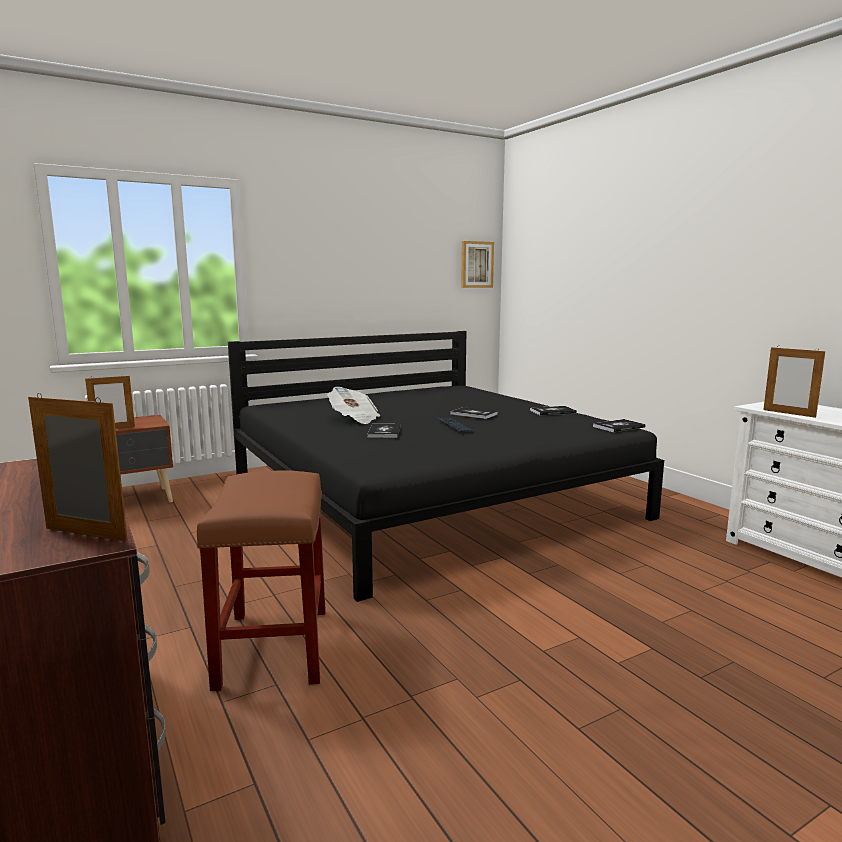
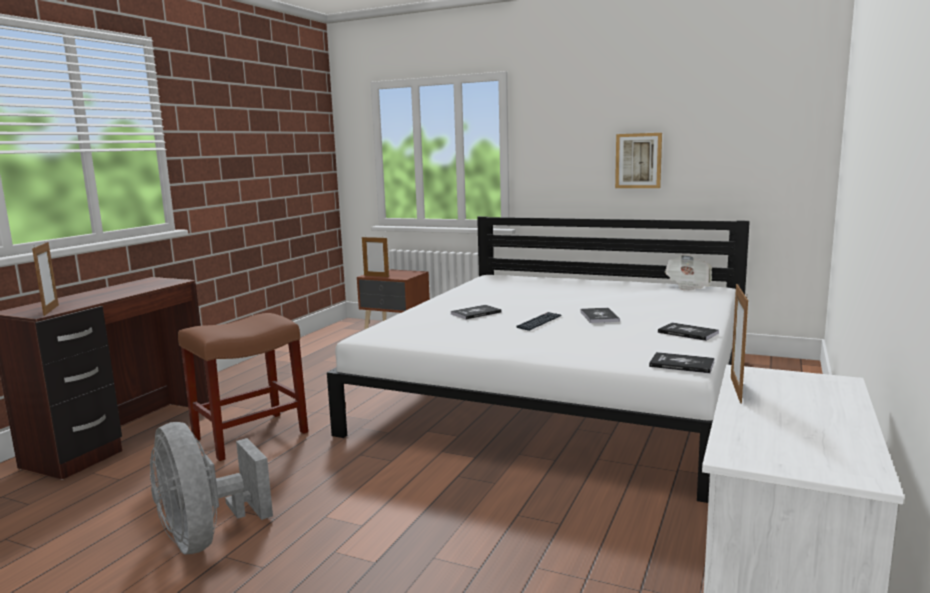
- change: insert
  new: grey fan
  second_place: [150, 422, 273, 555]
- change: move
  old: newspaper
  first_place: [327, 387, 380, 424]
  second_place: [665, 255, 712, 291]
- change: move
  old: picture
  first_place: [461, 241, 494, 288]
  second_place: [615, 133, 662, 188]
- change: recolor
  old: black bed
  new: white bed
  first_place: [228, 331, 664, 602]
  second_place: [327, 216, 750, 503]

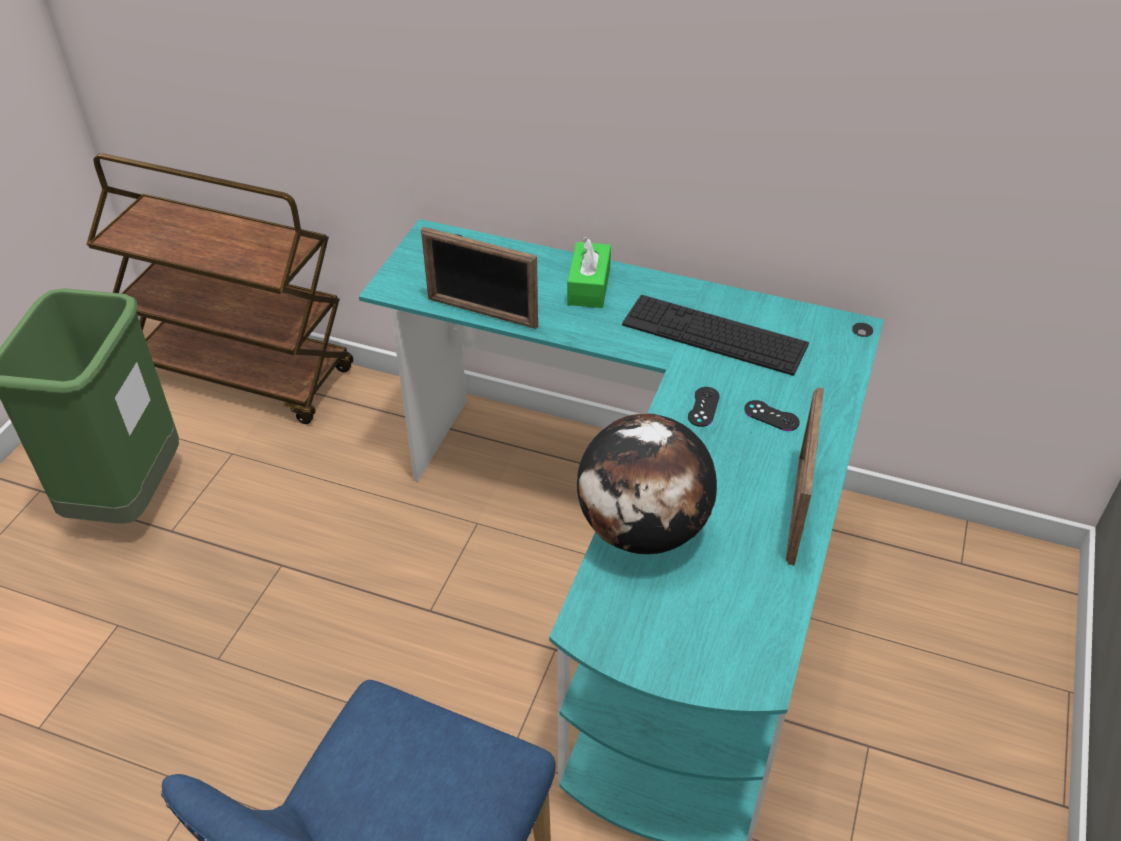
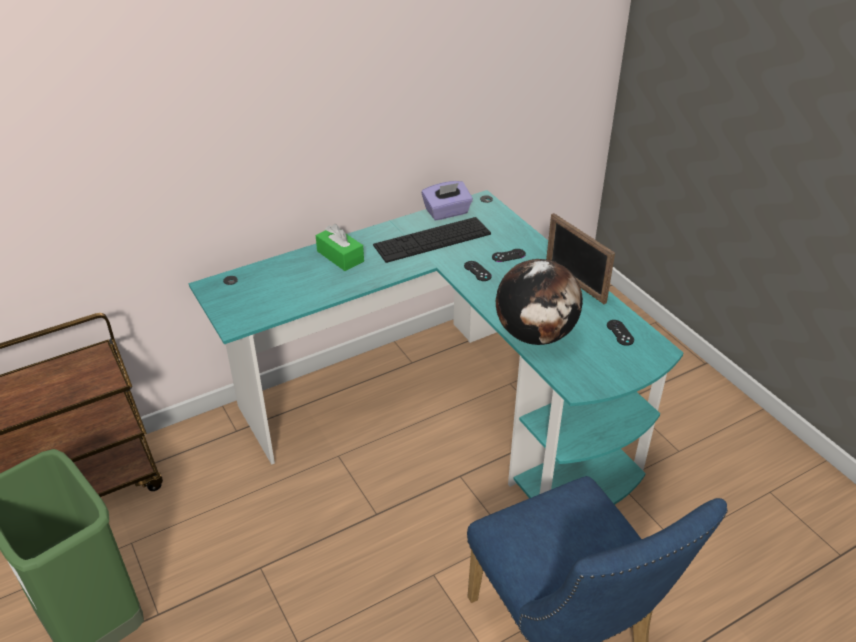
- change: delete
  old: picture frame
  first_place: [421, 227, 538, 329]
- change: insert
  new: purple tissue box
  second_place: [422, 181, 473, 220]
- change: insert
  new: black game controller
  second_place: [607, 320, 634, 346]

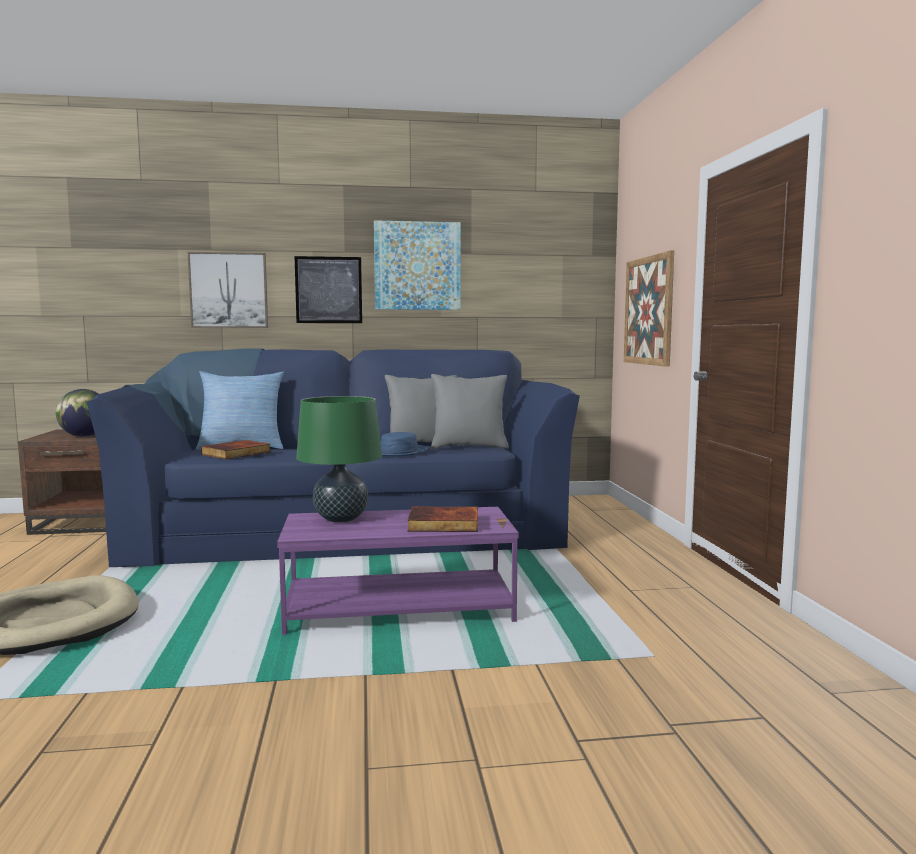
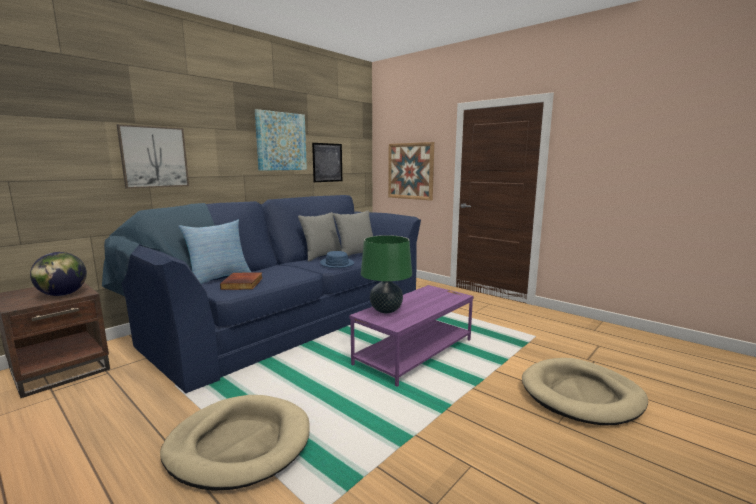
- change: delete
  old: book
  first_place: [407, 506, 478, 532]
- change: insert
  new: beige dog bed
  second_place: [522, 358, 648, 426]
- change: move
  old: picture
  first_place: [295, 256, 362, 323]
  second_place: [312, 143, 342, 182]

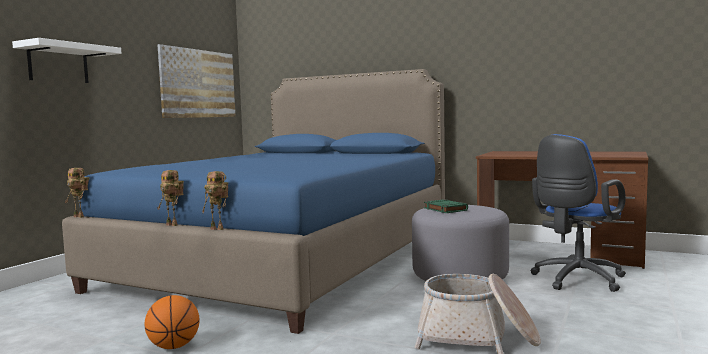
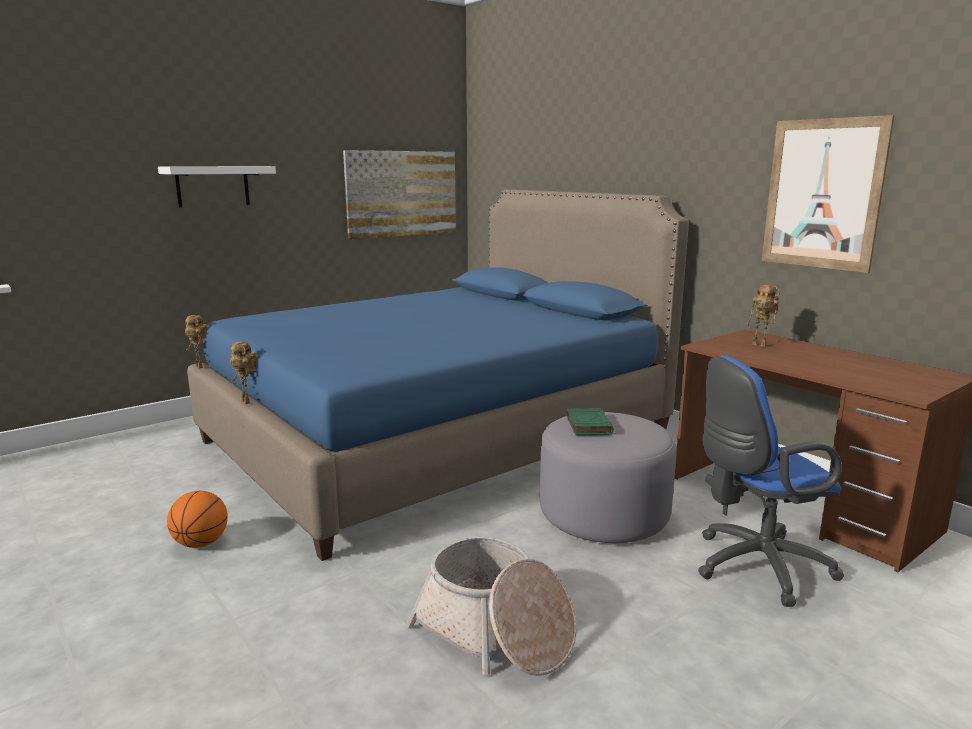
- change: insert
  new: picture
  second_place: [762, 115, 895, 273]
- change: move
  old: toy robot
  first_place: [202, 171, 228, 230]
  second_place: [747, 285, 780, 347]

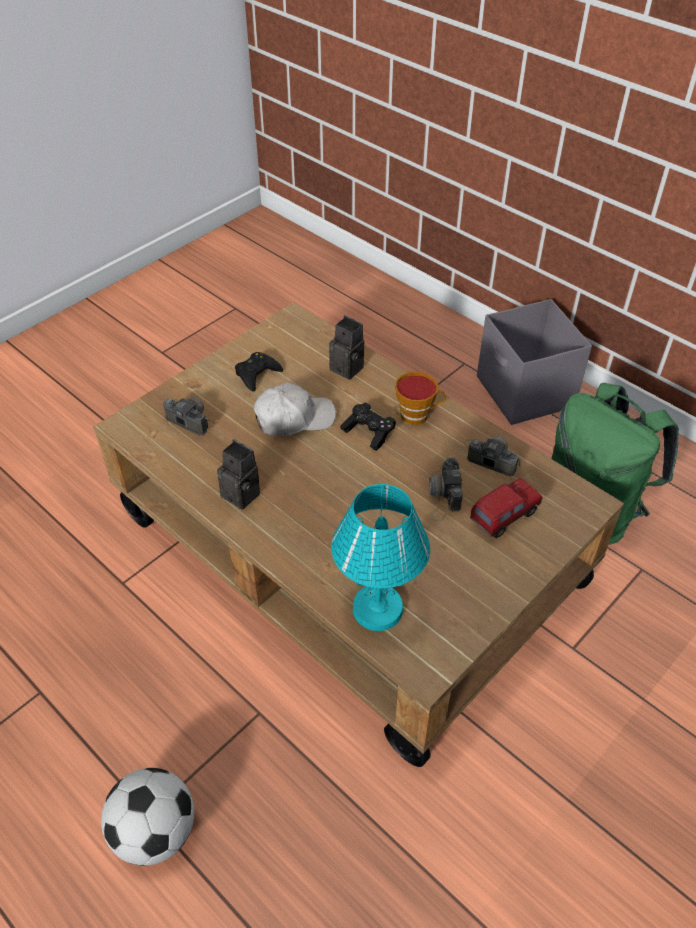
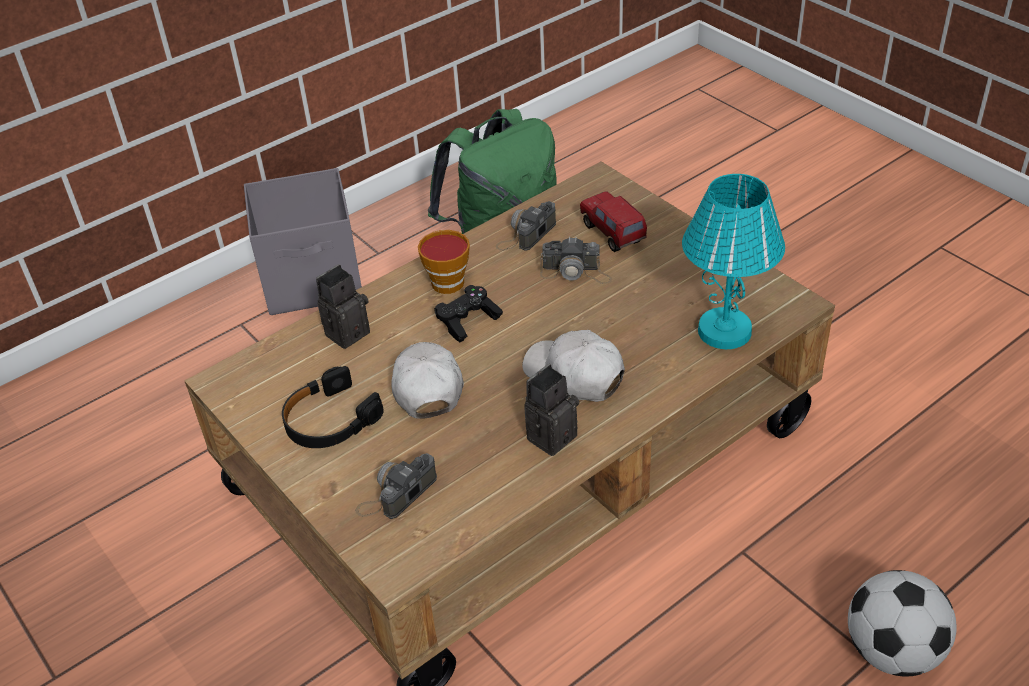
- change: insert
  new: white cap
  second_place: [522, 330, 625, 402]
- change: replace
  old: black game controller
  new: black headphones
  first_place: [235, 352, 283, 392]
  second_place: [282, 366, 384, 448]

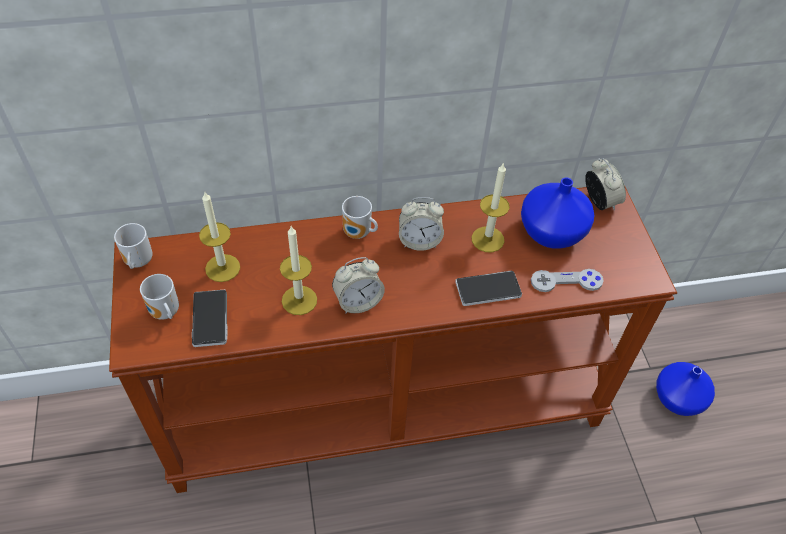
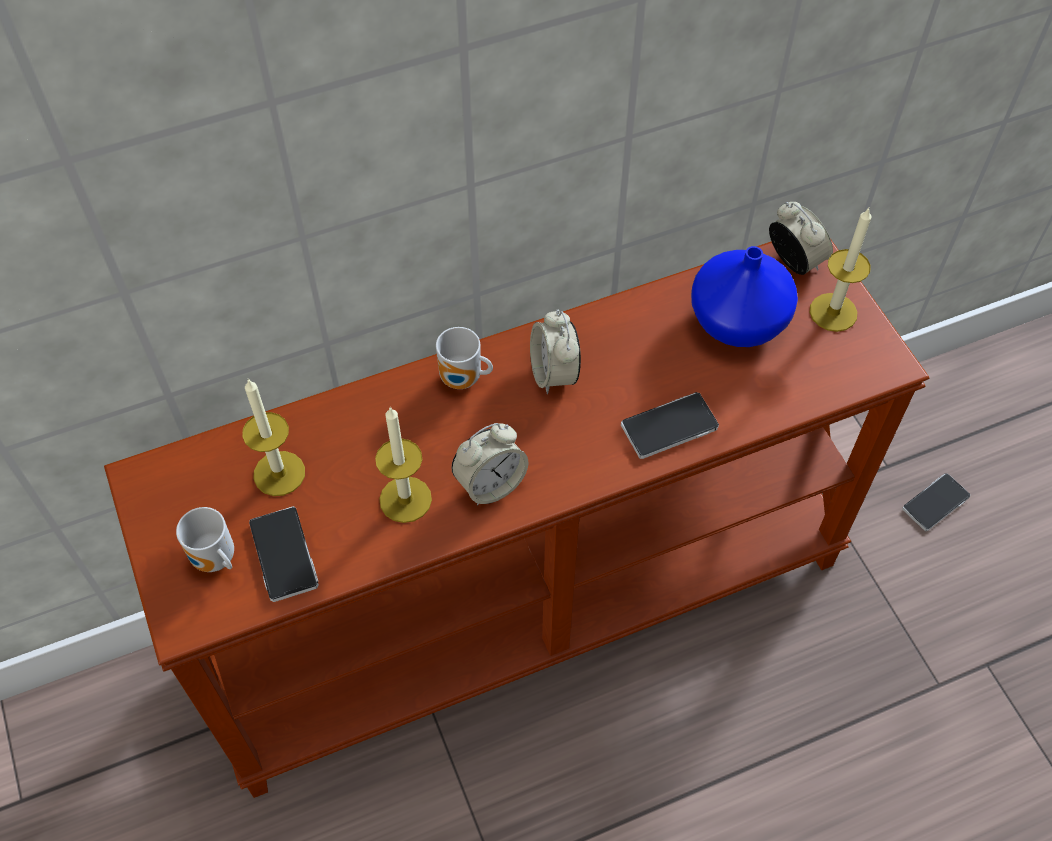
- change: delete
  old: mug
  first_place: [114, 223, 153, 269]
- change: delete
  old: grey game controller
  first_place: [531, 269, 604, 292]
- change: move
  old: candle
  first_place: [471, 162, 510, 252]
  second_place: [810, 208, 871, 332]
- change: replace
  old: blue vase
  new: phone
  first_place: [656, 362, 715, 416]
  second_place: [902, 473, 970, 531]
- change: rotate
  old: alarm clock
  first_place: [399, 197, 444, 251]
  second_place: [530, 310, 581, 394]
  degrees: 90

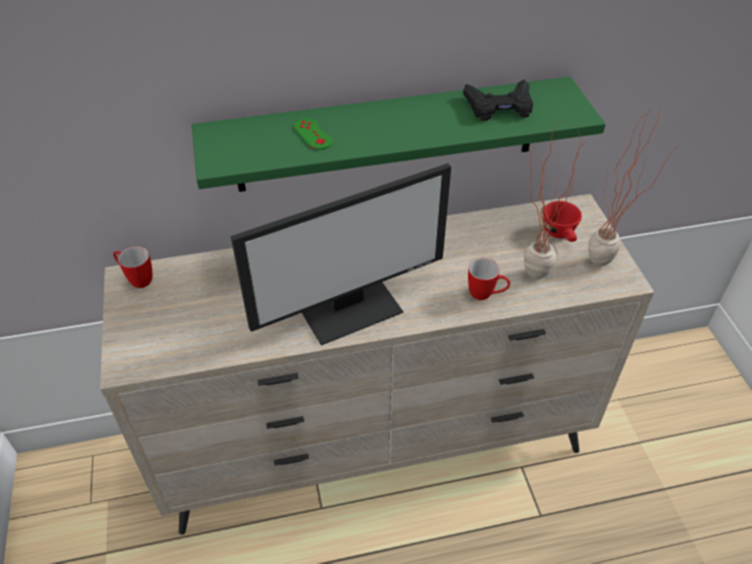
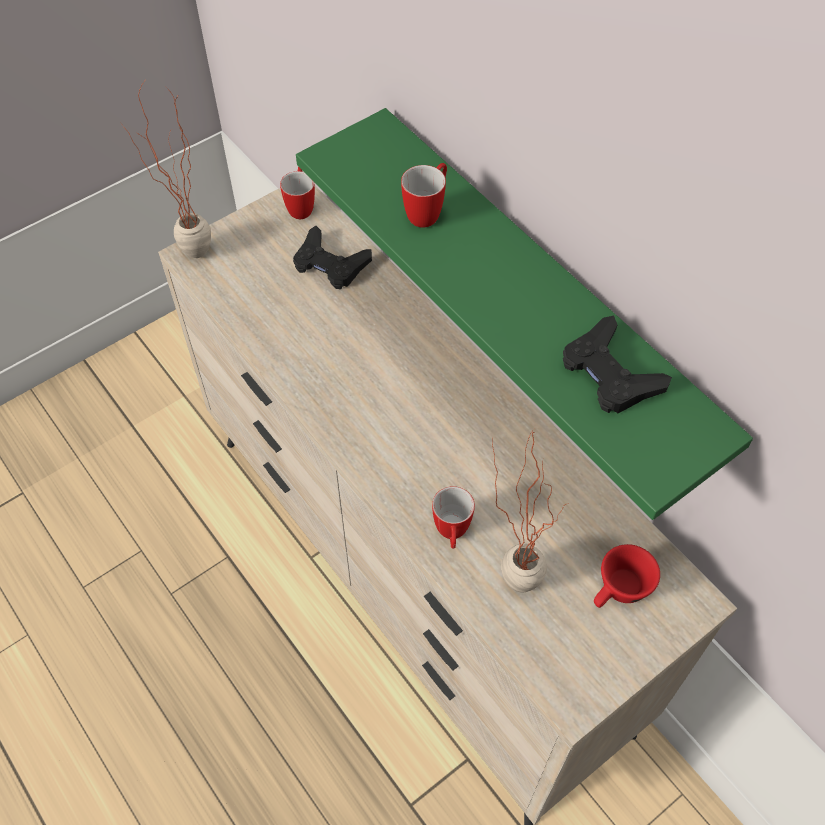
- change: delete
  old: monitor
  first_place: [231, 163, 451, 345]
- change: insert
  new: black game controller
  second_place: [293, 226, 372, 289]
- change: move
  old: potted plant
  first_place: [588, 106, 675, 266]
  second_place: [121, 82, 211, 258]
- change: replace
  old: green game controller
  new: mug
  first_place: [294, 118, 332, 150]
  second_place: [401, 163, 447, 228]

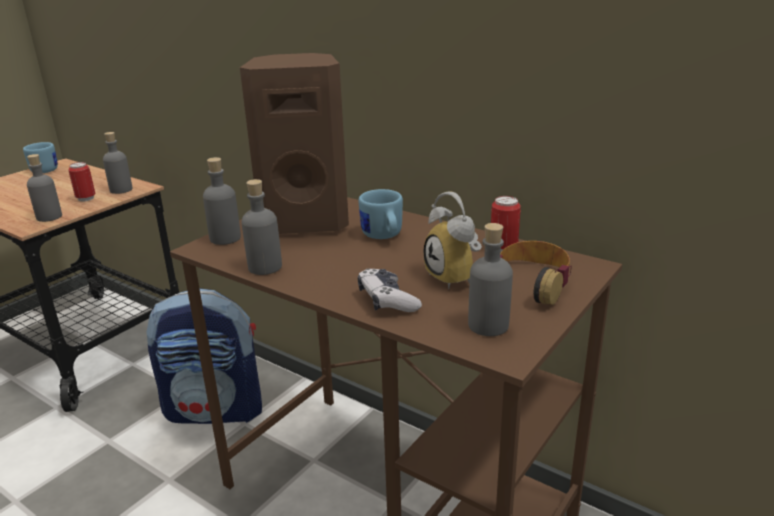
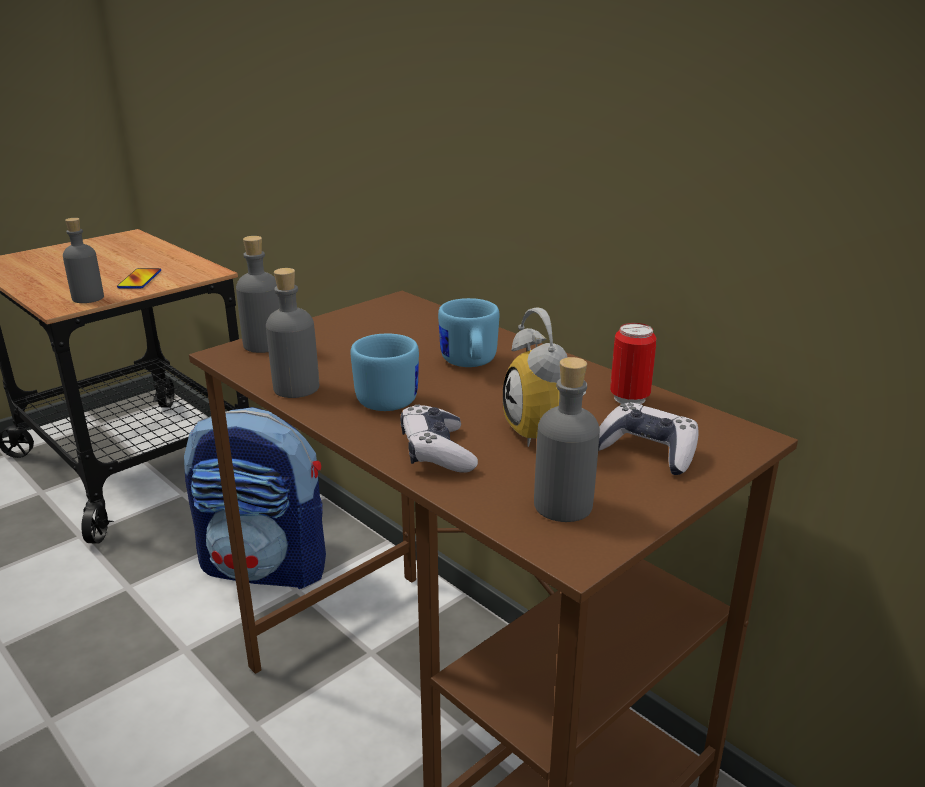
- change: delete
  old: grey bottle
  first_place: [103, 132, 132, 194]
- change: delete
  old: brown speaker
  first_place: [240, 53, 349, 234]
- change: move
  old: blue mug
  first_place: [23, 142, 58, 173]
  second_place: [351, 333, 419, 411]
- change: replace
  old: can
  new: phone
  first_place: [68, 162, 95, 202]
  second_place: [117, 268, 161, 288]
- change: replace
  old: headphones
  new: game controller
  first_place: [500, 241, 572, 305]
  second_place: [598, 402, 699, 475]

